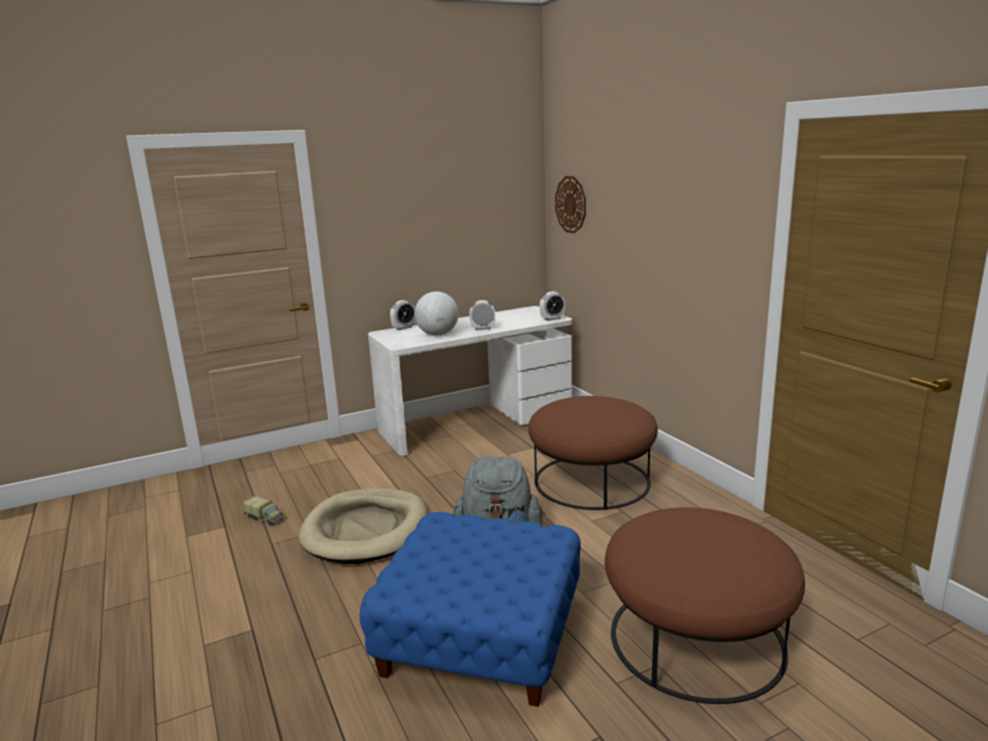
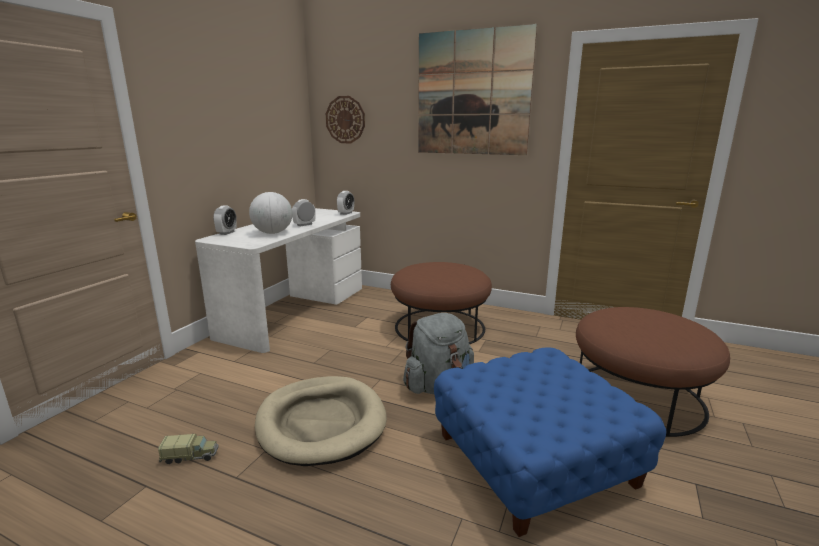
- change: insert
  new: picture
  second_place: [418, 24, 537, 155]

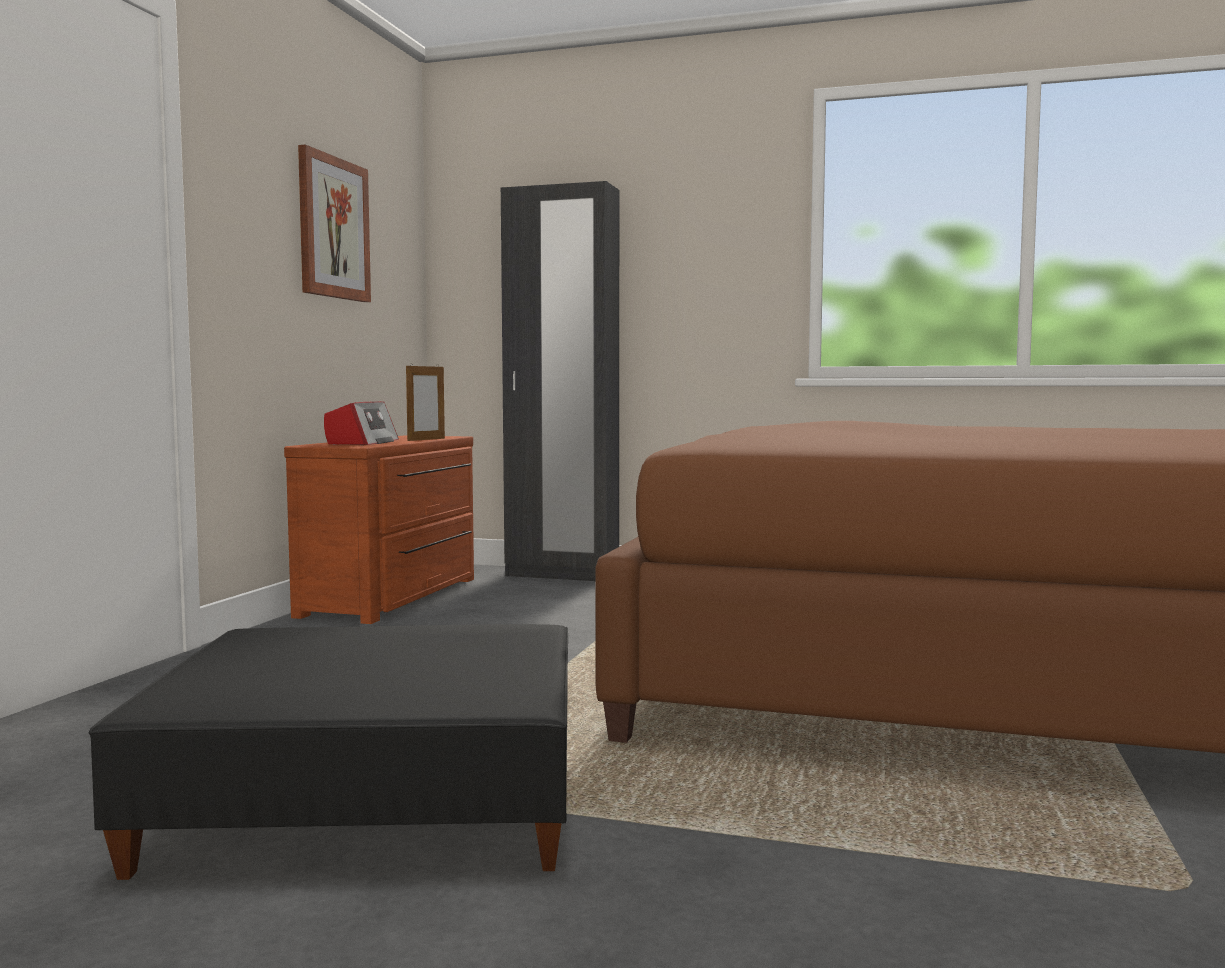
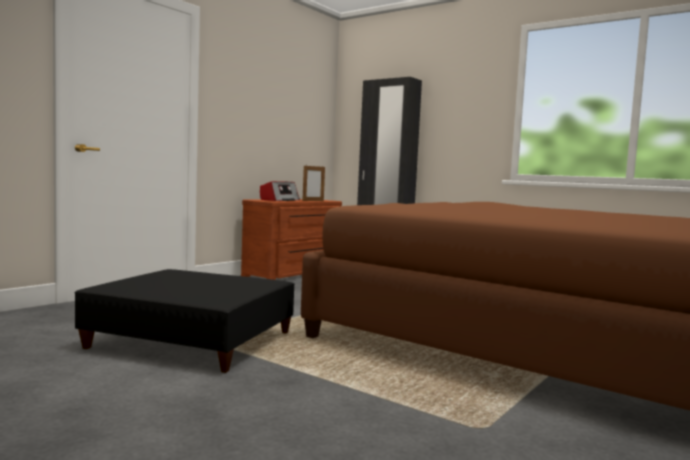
- change: delete
  old: picture
  first_place: [298, 145, 371, 302]

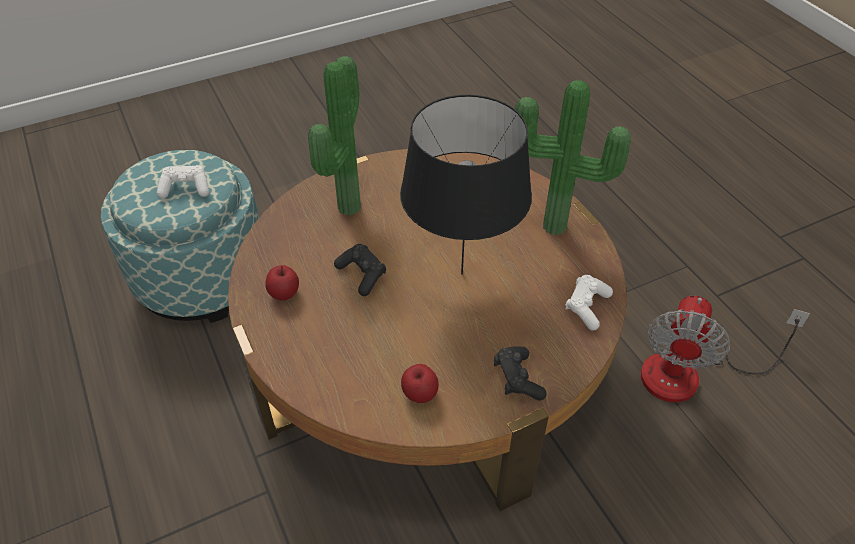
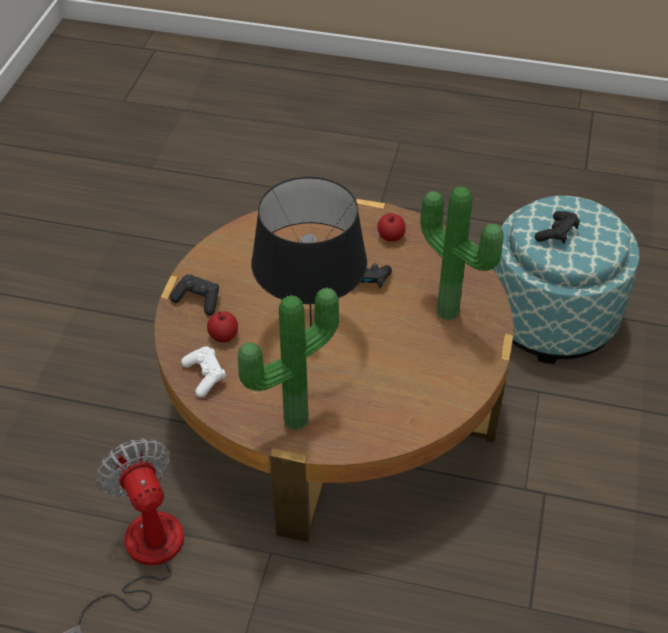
- change: move
  old: apple
  first_place: [401, 364, 439, 403]
  second_place: [207, 311, 238, 342]
- change: recolor
  old: white game controller
  new: black game controller
  first_place: [157, 165, 209, 198]
  second_place: [535, 211, 580, 244]

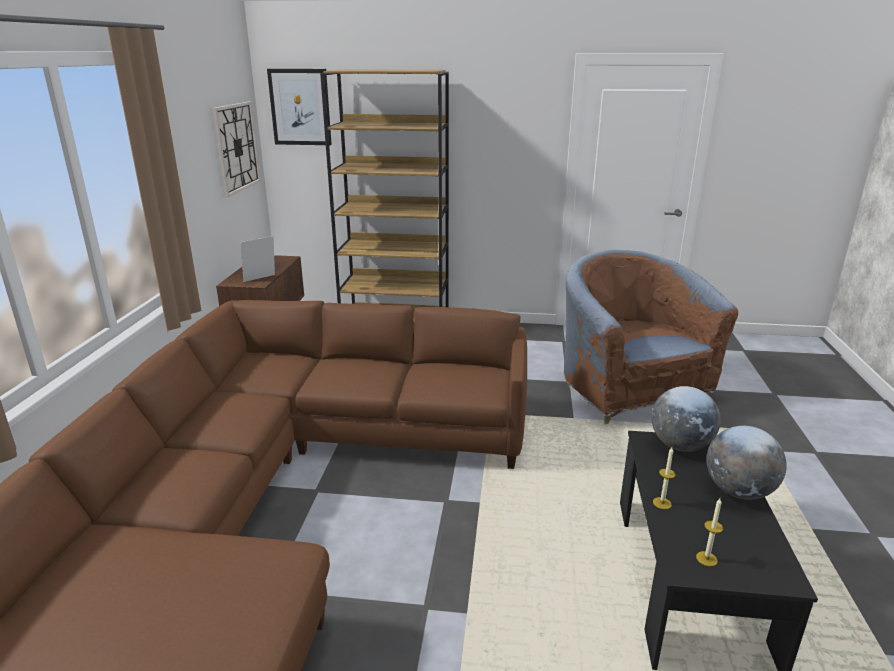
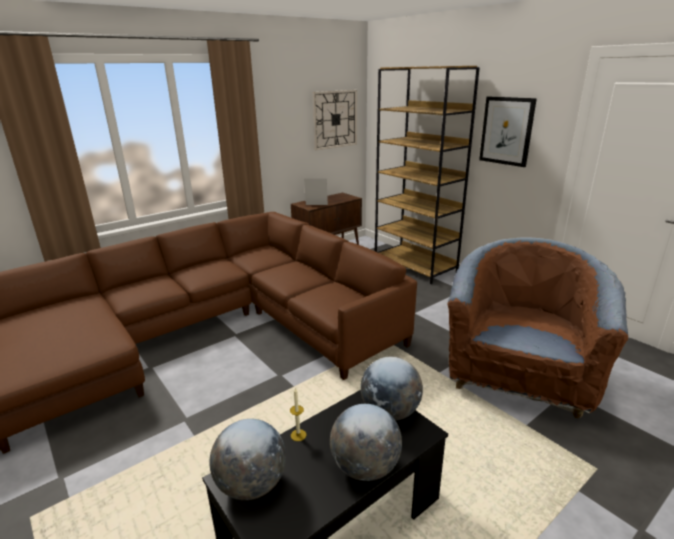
- change: move
  old: picture
  first_place: [267, 69, 332, 145]
  second_place: [479, 97, 537, 167]
- change: replace
  old: candle
  new: globe
  first_place: [696, 498, 723, 566]
  second_place: [210, 419, 286, 500]

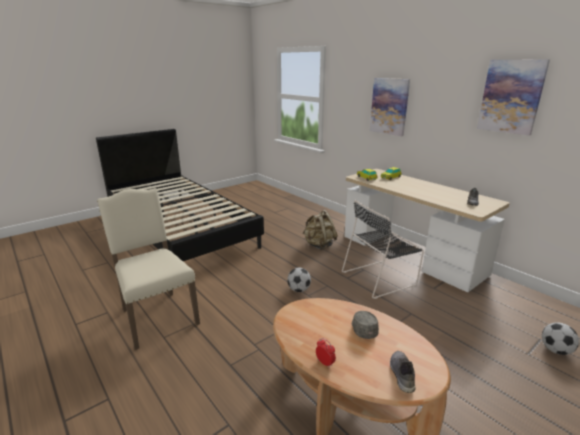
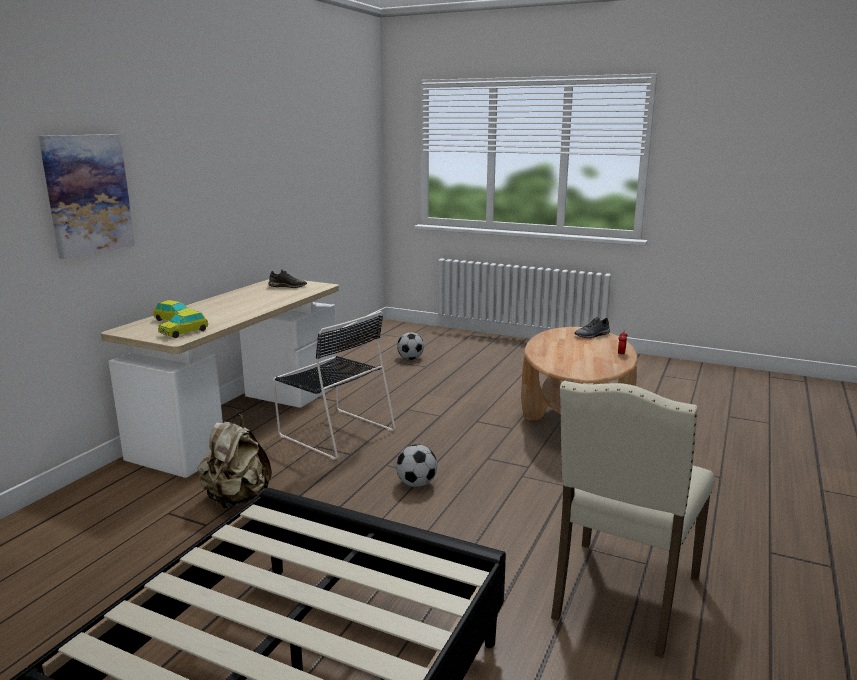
- change: delete
  old: grey cap
  first_place: [352, 311, 379, 339]
- change: delete
  old: picture
  first_place: [477, 60, 550, 136]

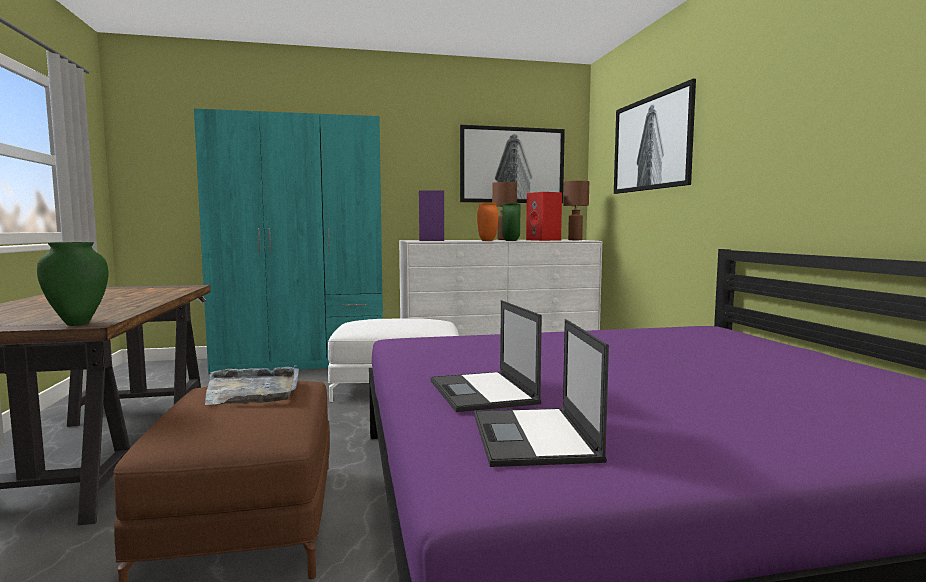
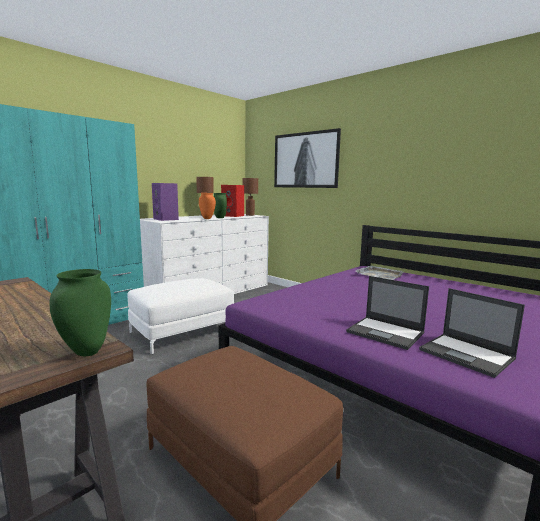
- change: delete
  old: picture
  first_place: [460, 125, 565, 203]
- change: move
  old: grey tray
  first_place: [205, 366, 299, 405]
  second_place: [355, 265, 404, 280]

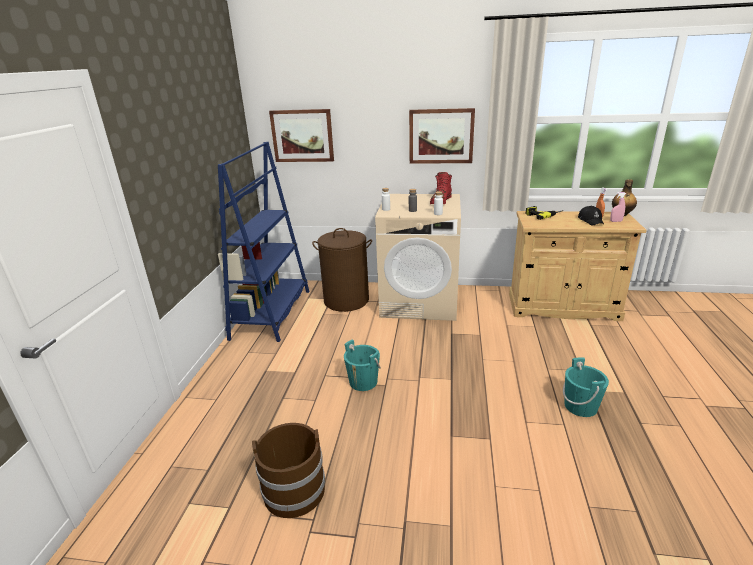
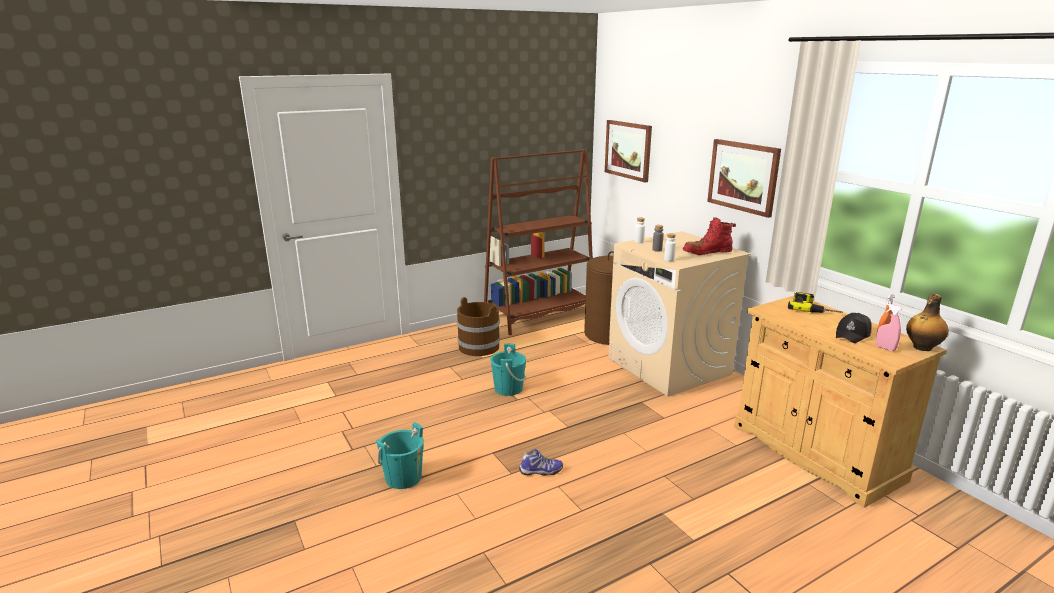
- change: insert
  new: shoe
  second_place: [519, 449, 563, 476]
- change: move
  old: brown bucket
  first_place: [252, 423, 325, 518]
  second_place: [457, 297, 500, 356]
- change: move
  old: turquoise bucket
  first_place: [563, 357, 609, 417]
  second_place: [376, 422, 424, 489]
- change: recolor
  old: blue bookcase
  new: brown bookcase
  first_place: [218, 142, 310, 342]
  second_place: [484, 149, 593, 335]

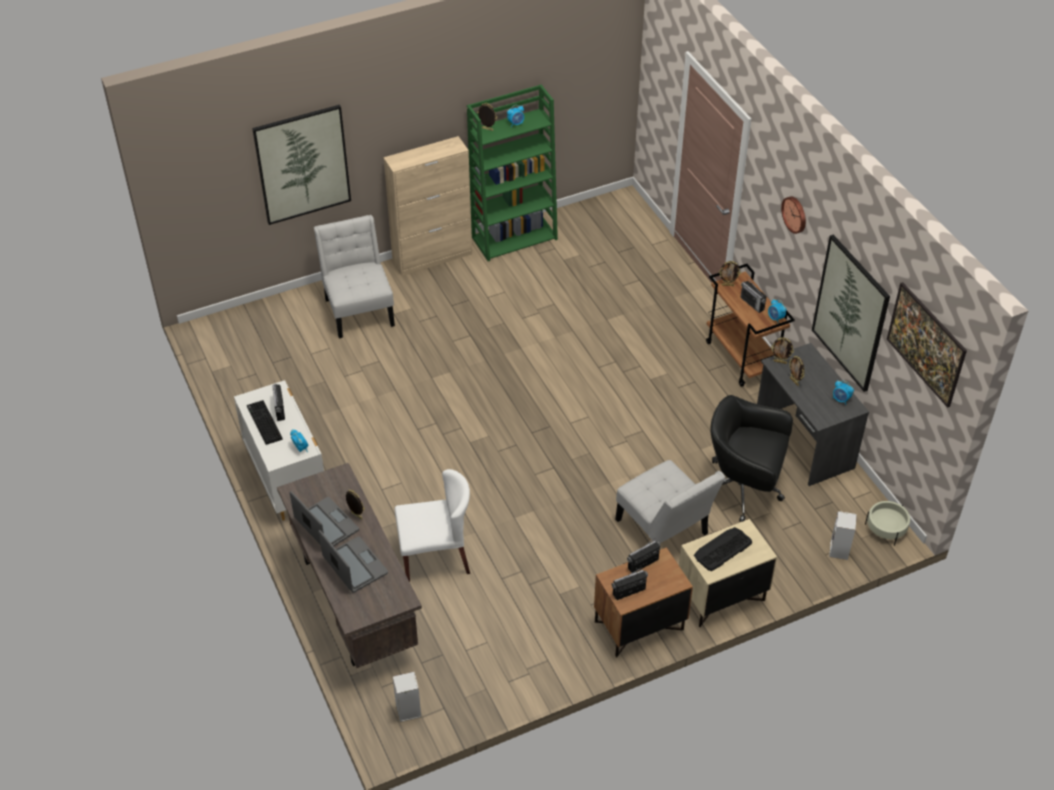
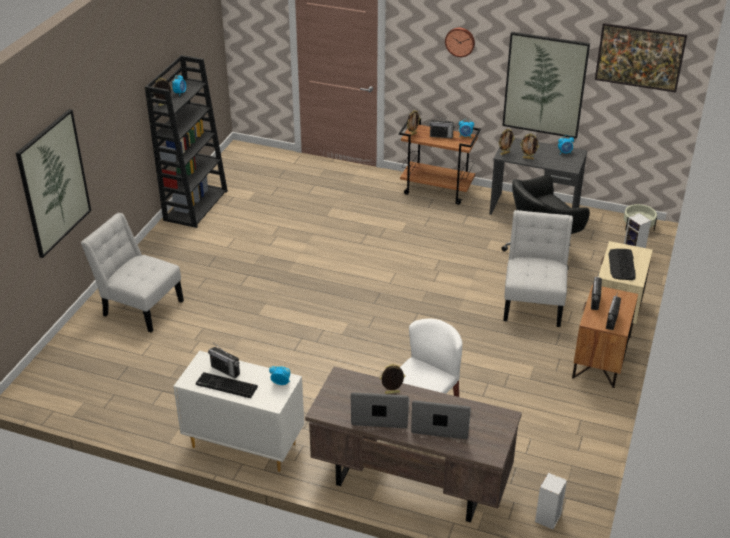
- change: delete
  old: beige cabinet
  first_place: [384, 136, 472, 276]
- change: recolor
  old: green bookcase
  new: black bookcase
  first_place: [467, 85, 558, 261]
  second_place: [145, 55, 228, 228]
- change: rotate
  old: white chair
  first_place: [615, 460, 725, 543]
  second_place: [503, 210, 573, 327]
  degrees: -90

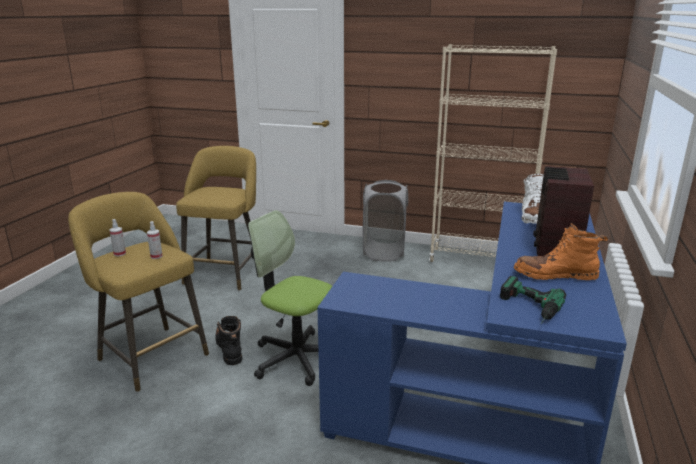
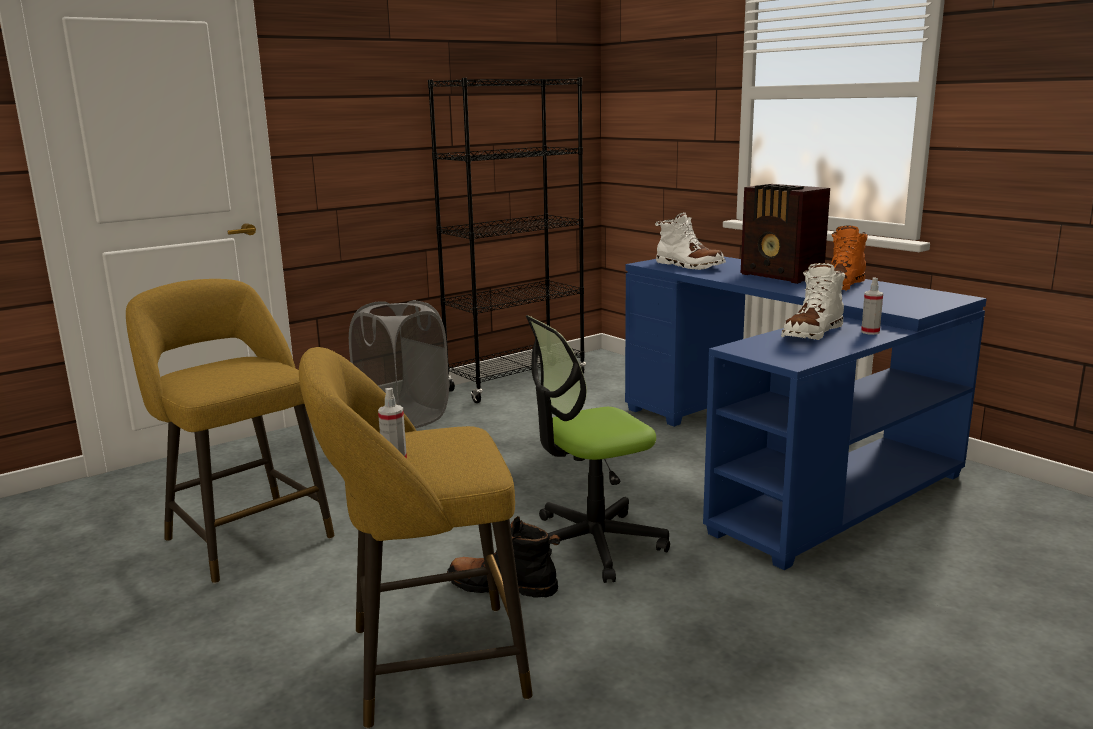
- change: delete
  old: power drill
  first_place: [500, 276, 566, 324]
- change: insert
  new: white boot
  second_place: [781, 263, 845, 340]
- change: move
  old: spray bottle
  first_place: [147, 221, 163, 259]
  second_place: [861, 277, 883, 335]
- change: recolor
  old: beige bookcase
  new: black bookcase
  first_place: [429, 44, 557, 262]
  second_place: [428, 77, 586, 403]

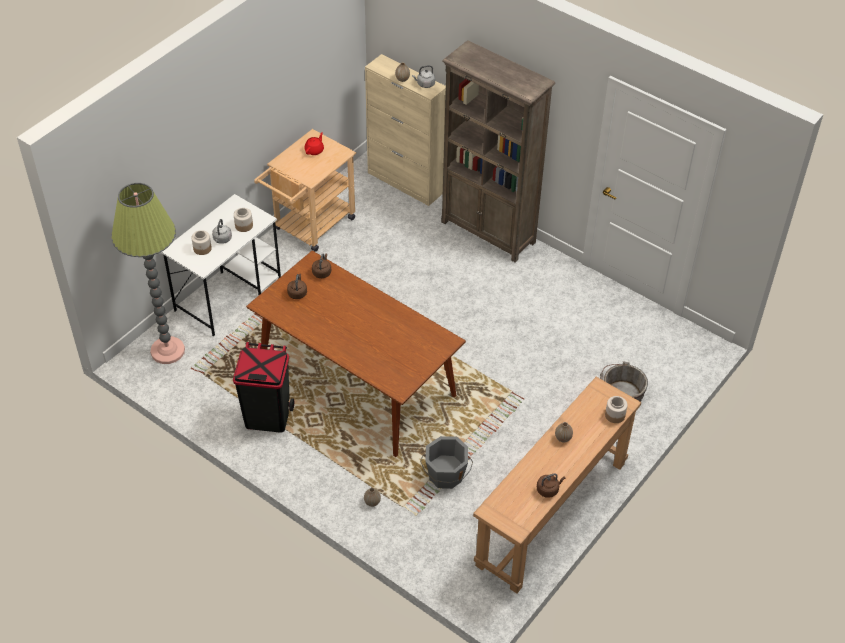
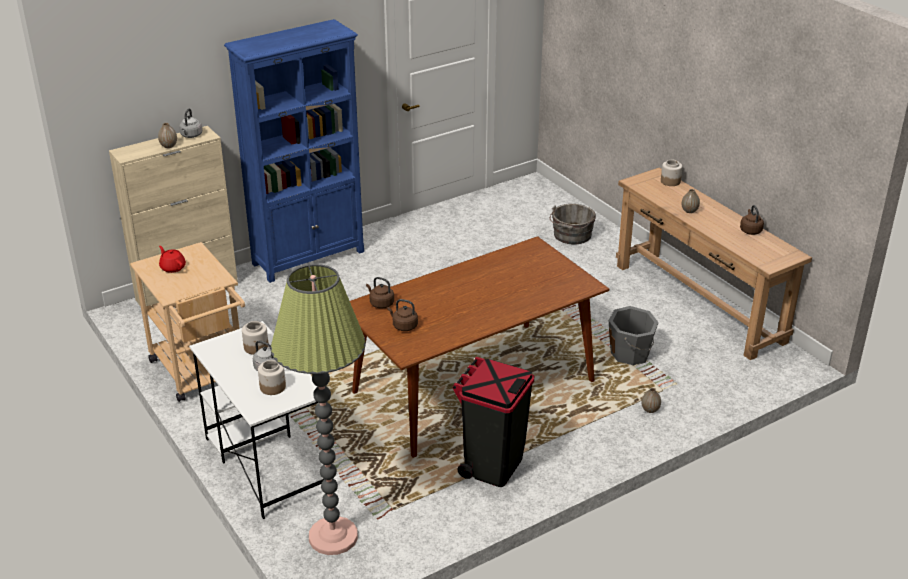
- change: recolor
  old: brown bookcase
  new: blue bookcase
  first_place: [441, 40, 555, 263]
  second_place: [224, 19, 364, 283]

